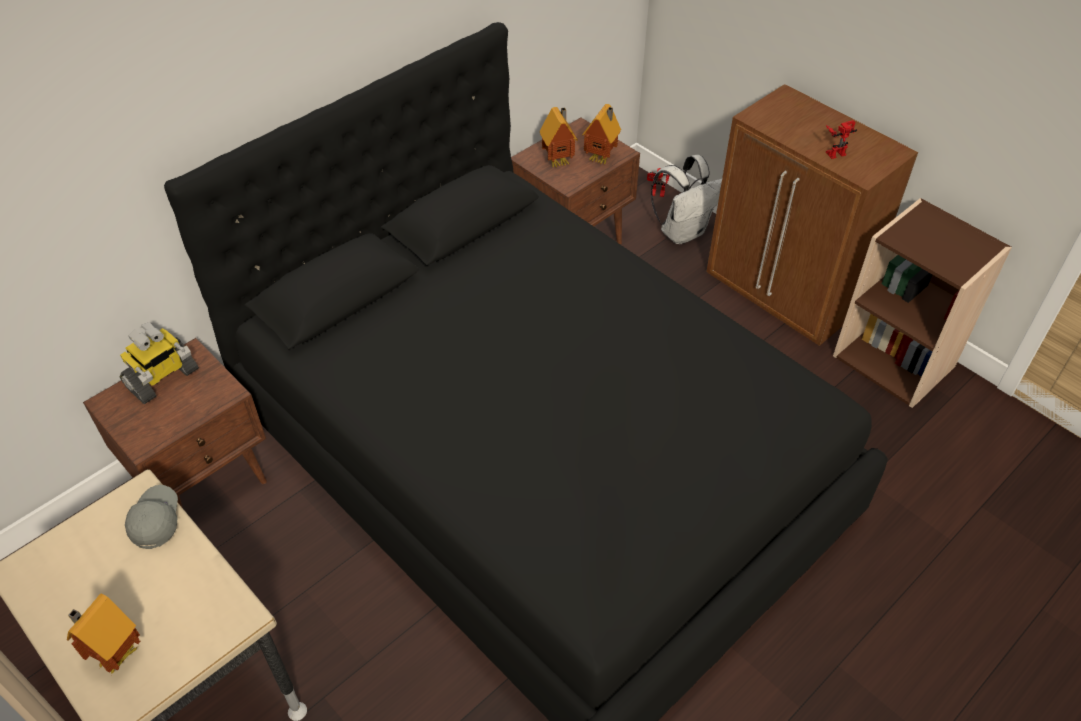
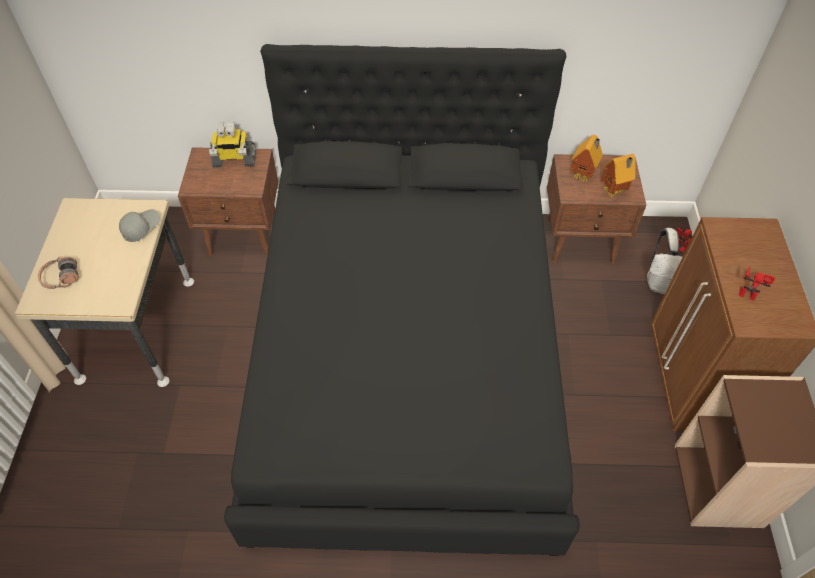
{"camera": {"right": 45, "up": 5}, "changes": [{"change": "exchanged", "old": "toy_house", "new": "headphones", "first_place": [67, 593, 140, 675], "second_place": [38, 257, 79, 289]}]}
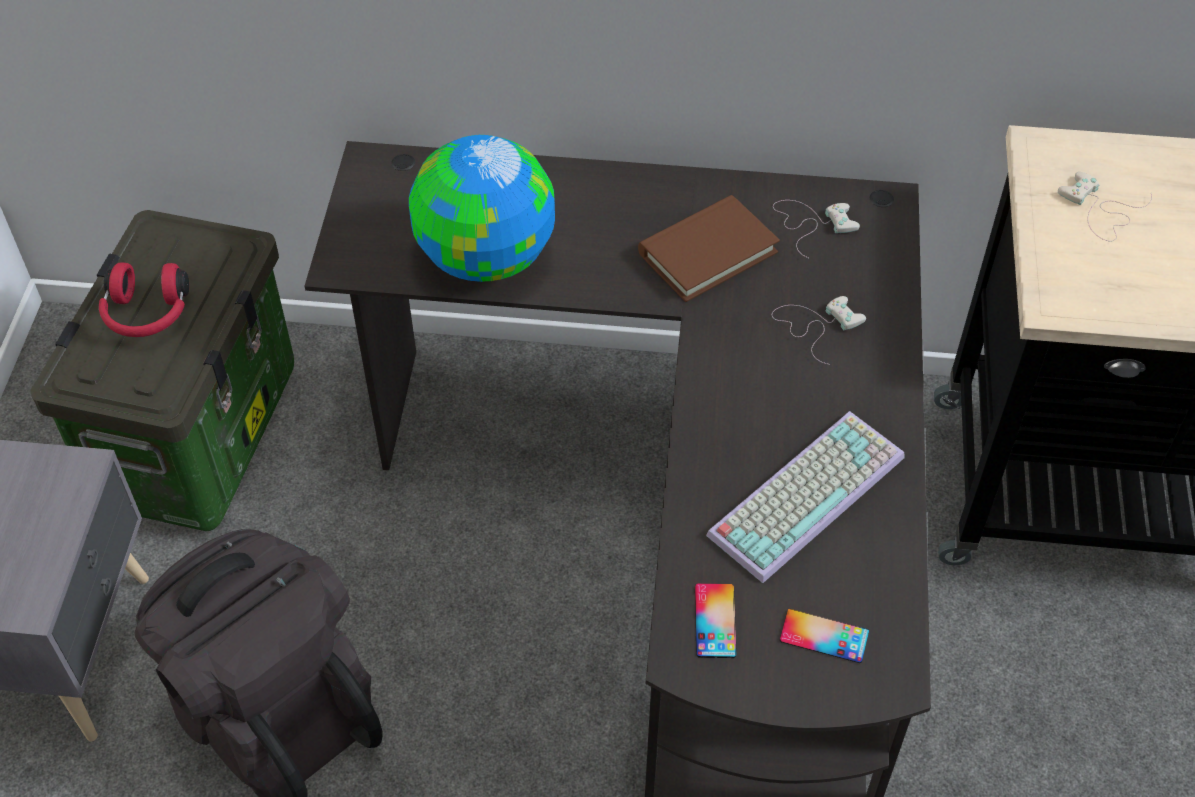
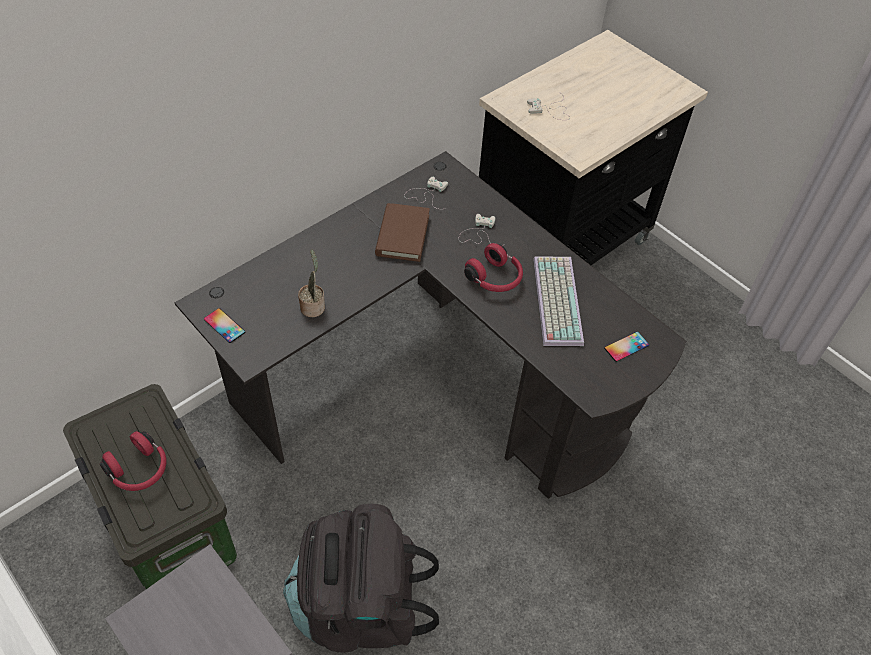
{"camera": {"right": -50, "up": 0}, "changes": [{"change": "relocated", "old": "phone", "first_place": [695, 583, 737, 658], "second_place": [204, 308, 245, 343]}, {"change": "exchanged", "old": "world_globe", "new": "potted_plant", "first_place": [409, 135, 555, 282], "second_place": [298, 249, 325, 317]}, {"change": "appeared", "new": "red_headphones", "second_place": [464, 243, 523, 292]}]}
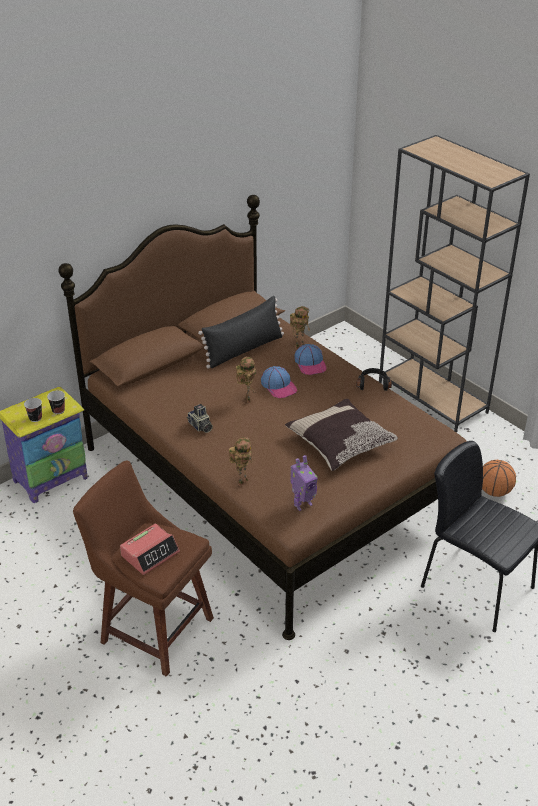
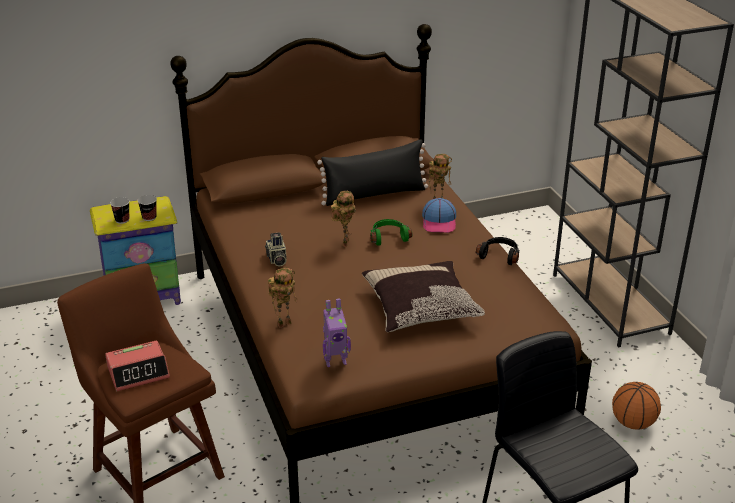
{"camera": {"right": 20, "up": -5}, "changes": [{"change": "exchanged", "old": "peaked_cap", "new": "greenish_headphones", "first_place": [261, 366, 297, 398], "second_place": [370, 219, 412, 246]}]}
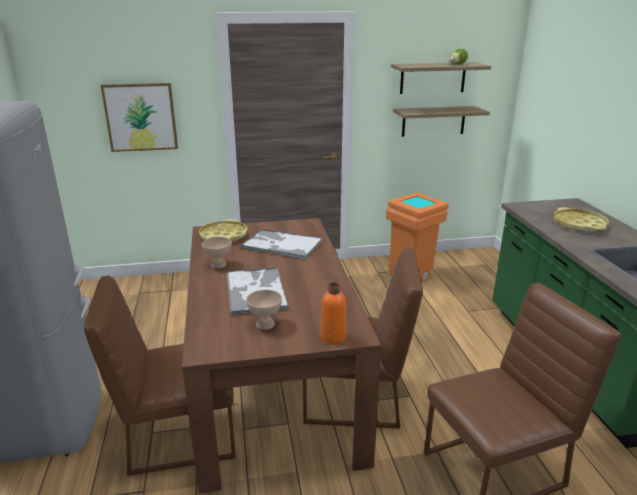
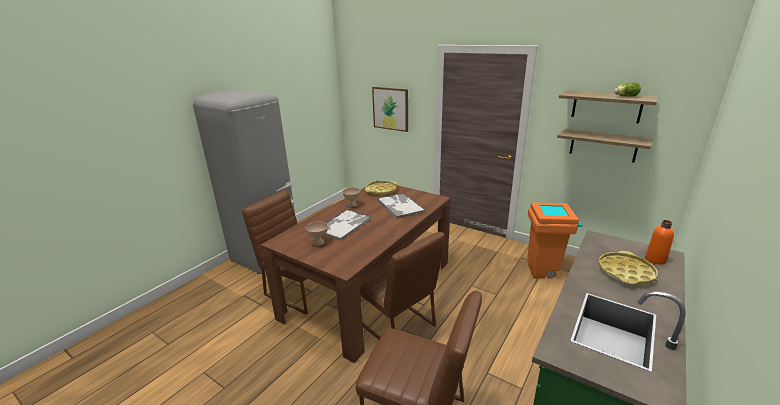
{"camera": {"right": 45, "up": 0}, "changes": [{"change": "relocated", "old": "orangey_drink_bottle", "first_place": [321, 282, 346, 344], "second_place": [645, 220, 674, 265]}]}
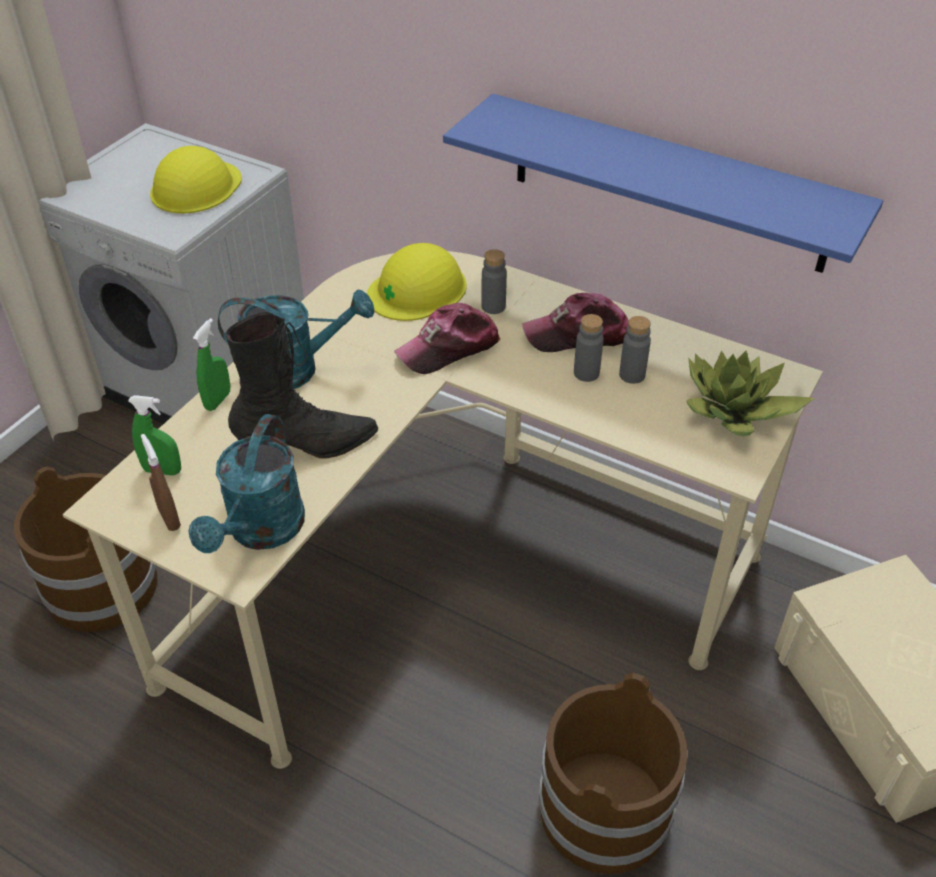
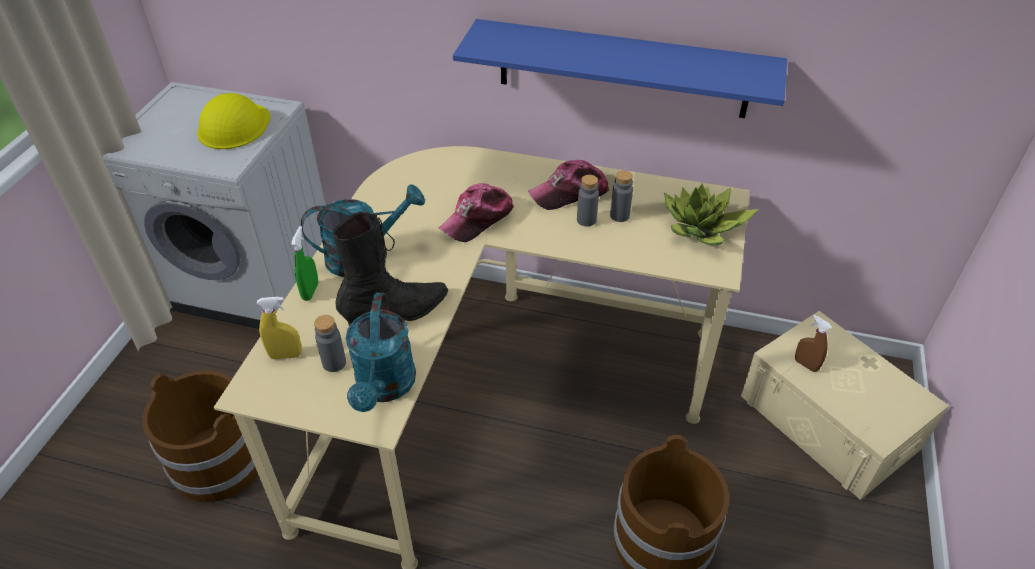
{"camera": {"right": -15, "up": 0}, "changes": [{"change": "colour", "old": "greenish_hand_sprayer", "new": "yellow_hand_sprayer", "first_place": [128, 395, 181, 475], "second_place": [257, 297, 302, 359]}, {"change": "relocated", "old": "greyish_drink_bottle", "first_place": [481, 249, 507, 314], "second_place": [314, 315, 346, 372]}, {"change": "relocated", "old": "brown-coloured_hand_sprayer", "first_place": [141, 434, 181, 531], "second_place": [795, 315, 832, 372]}, {"change": "missing", "old": "yellow_safety_helmet", "first_place": [367, 243, 467, 321]}]}
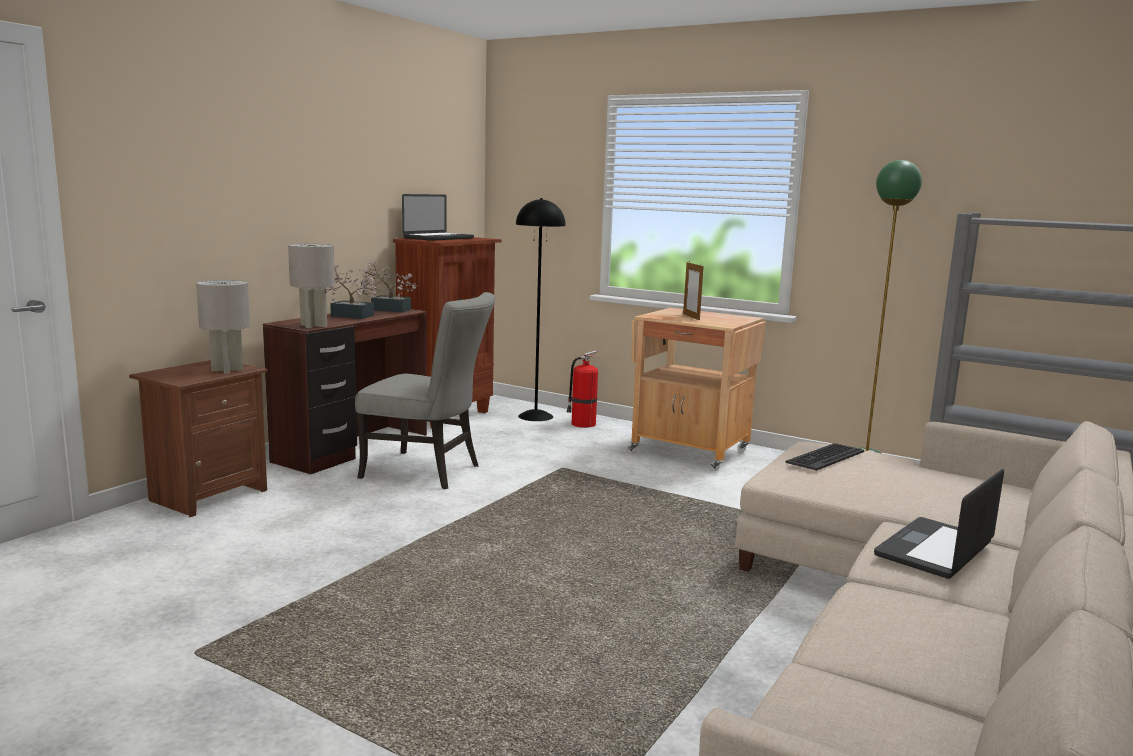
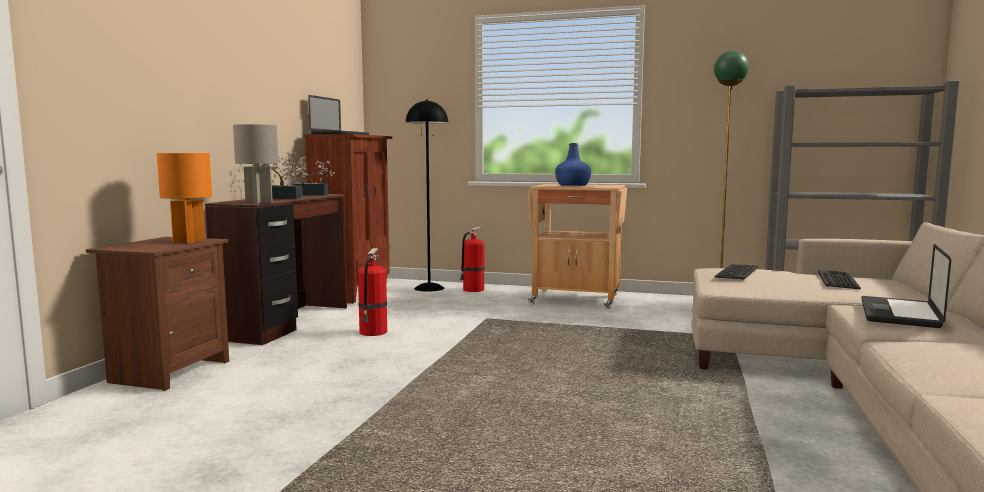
{"camera": {"right": -15, "up": -5}, "changes": [{"change": "colour", "old": "greyish_table_lamp", "new": "orangey_table_lamp", "first_place": [196, 280, 250, 374], "second_place": [157, 153, 212, 243]}, {"change": "exchanged", "old": "greyish_upright_chair", "new": "fire_extinguisher", "first_place": [355, 292, 496, 490], "second_place": [358, 248, 387, 336]}, {"change": "exchanged", "old": "picture_frame", "new": "blue-coloured_drink_bottle", "first_place": [683, 262, 704, 320], "second_place": [555, 143, 591, 186]}, {"change": "appeared", "new": "keyboard", "second_place": [818, 270, 861, 289]}]}
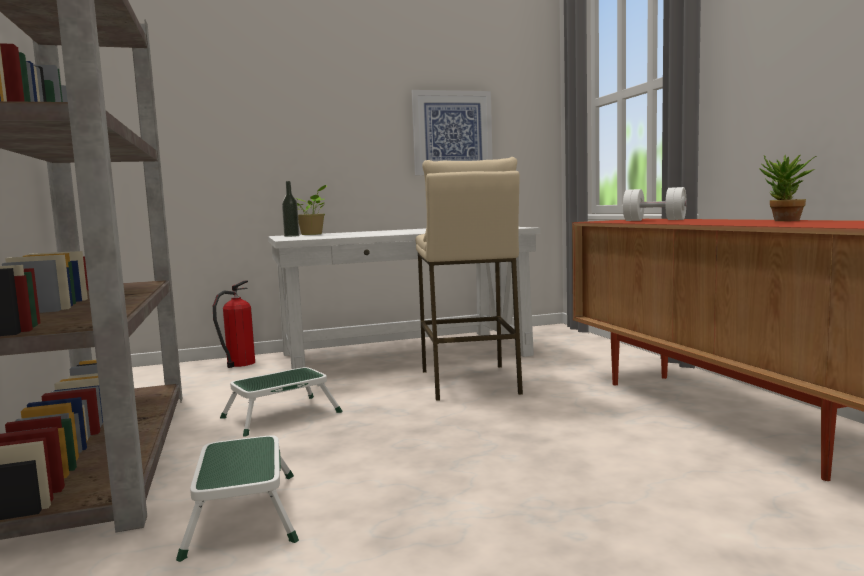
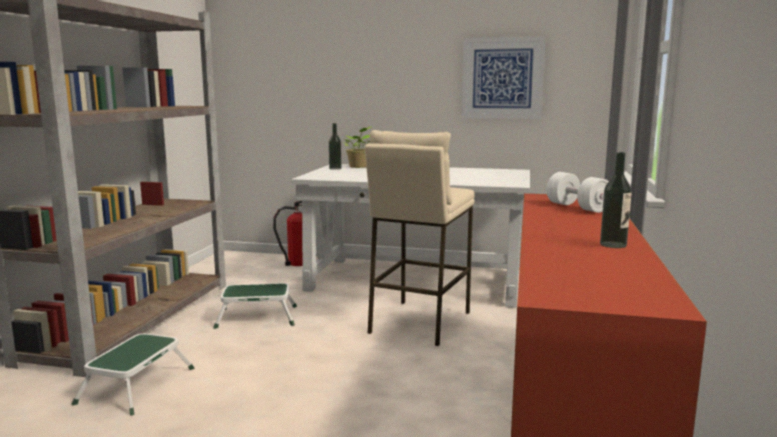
{"camera": {"right": 30, "up": 5}, "changes": [{"change": "exchanged", "old": "potted_plant", "new": "drink_bottle", "first_place": [759, 155, 817, 221], "second_place": [600, 152, 632, 248]}]}
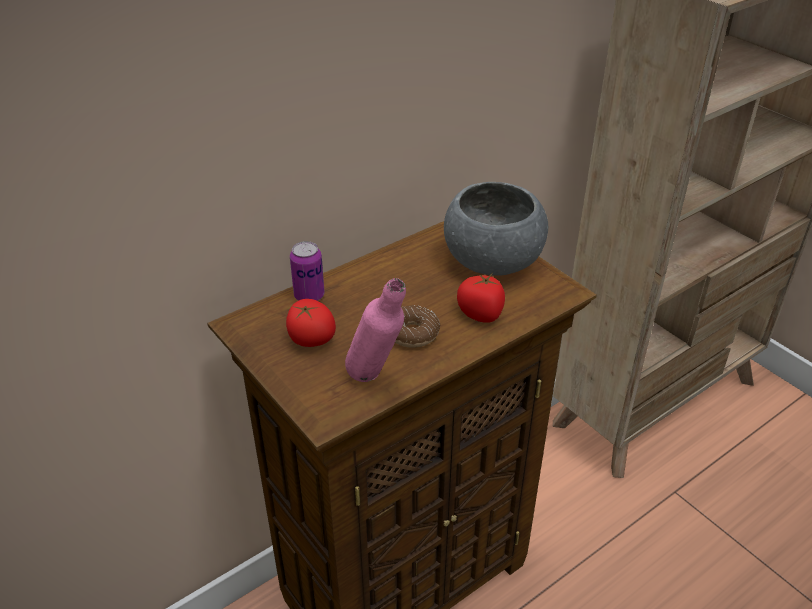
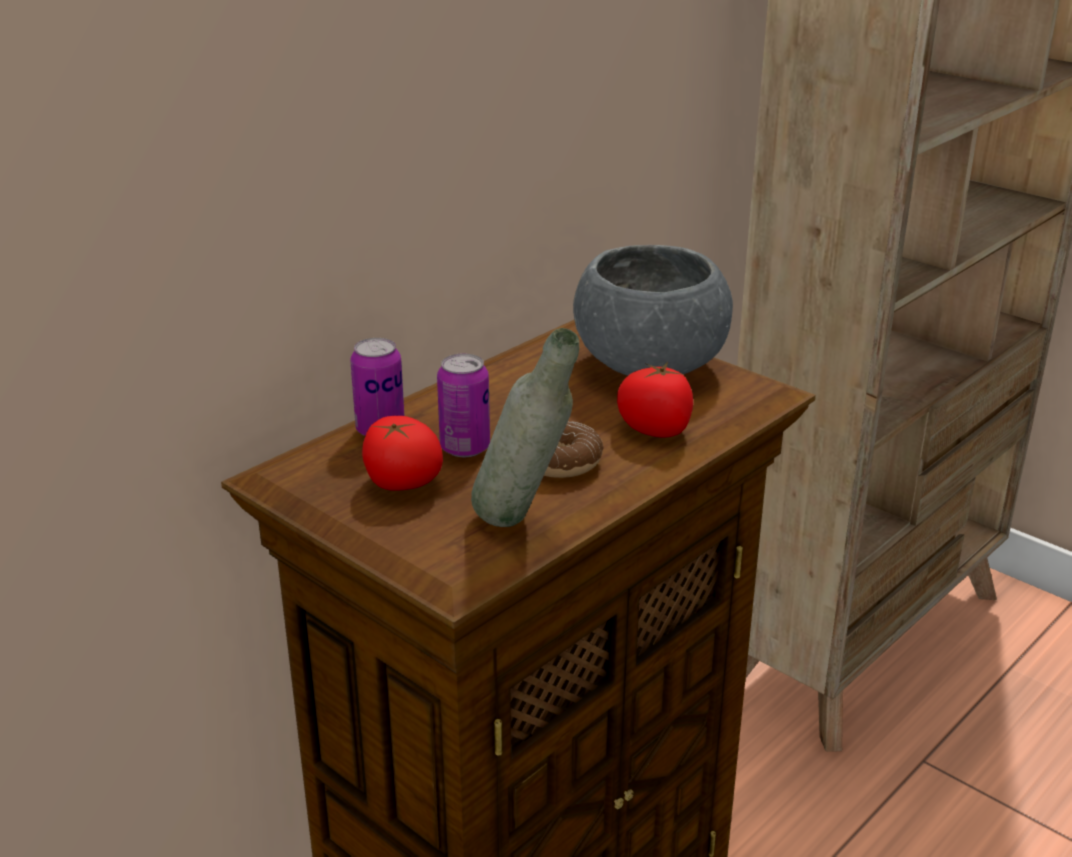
{"camera": {"right": -10, "up": -10}, "changes": [{"change": "appeared", "new": "metal_can", "second_place": [437, 353, 490, 457]}, {"change": "colour", "old": "pink-coloured_drink_bottle", "new": "greyish_drink_bottle", "first_place": [345, 278, 406, 382], "second_place": [471, 328, 579, 527]}]}
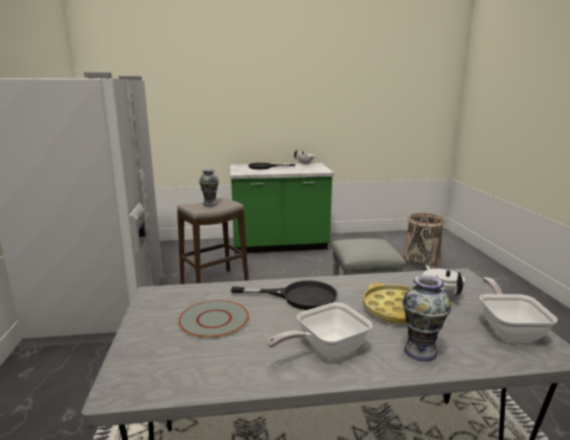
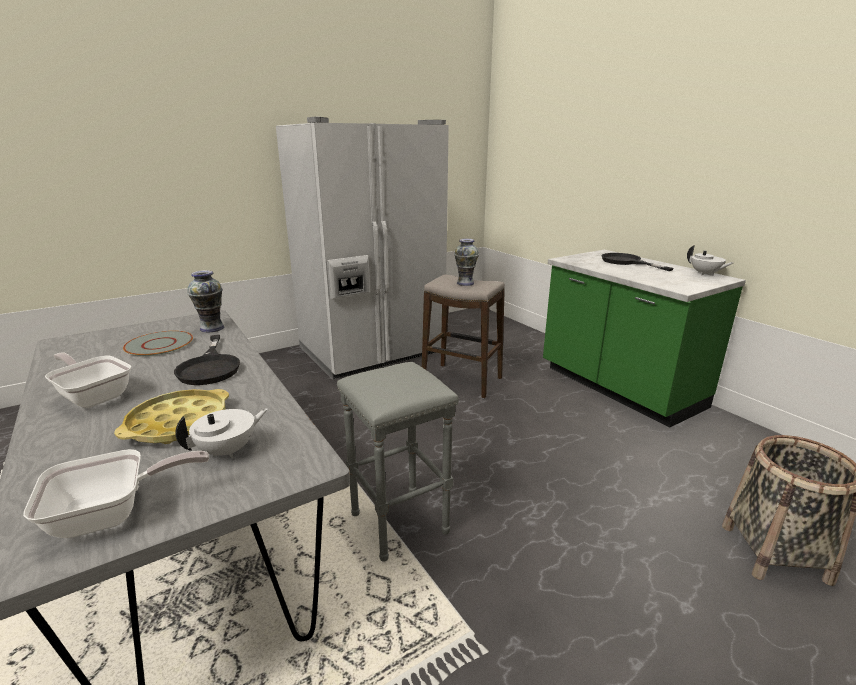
{"camera": {"right": 65, "up": 5}, "changes": [{"change": "relocated", "old": "flower_vase", "first_place": [402, 275, 451, 362], "second_place": [187, 270, 224, 333]}]}
